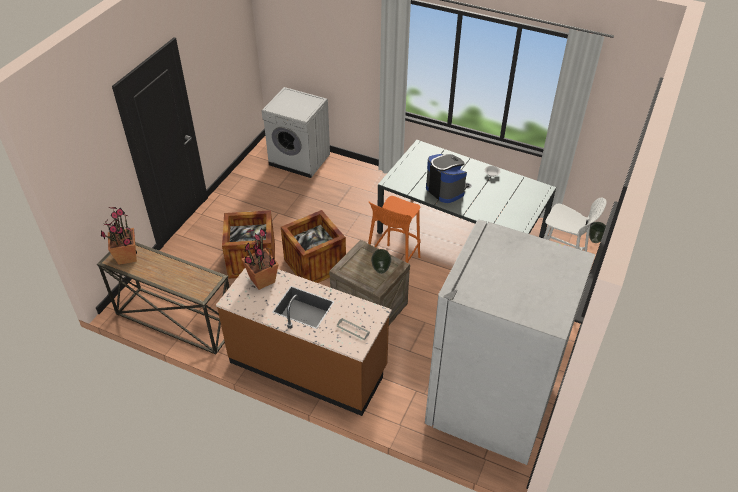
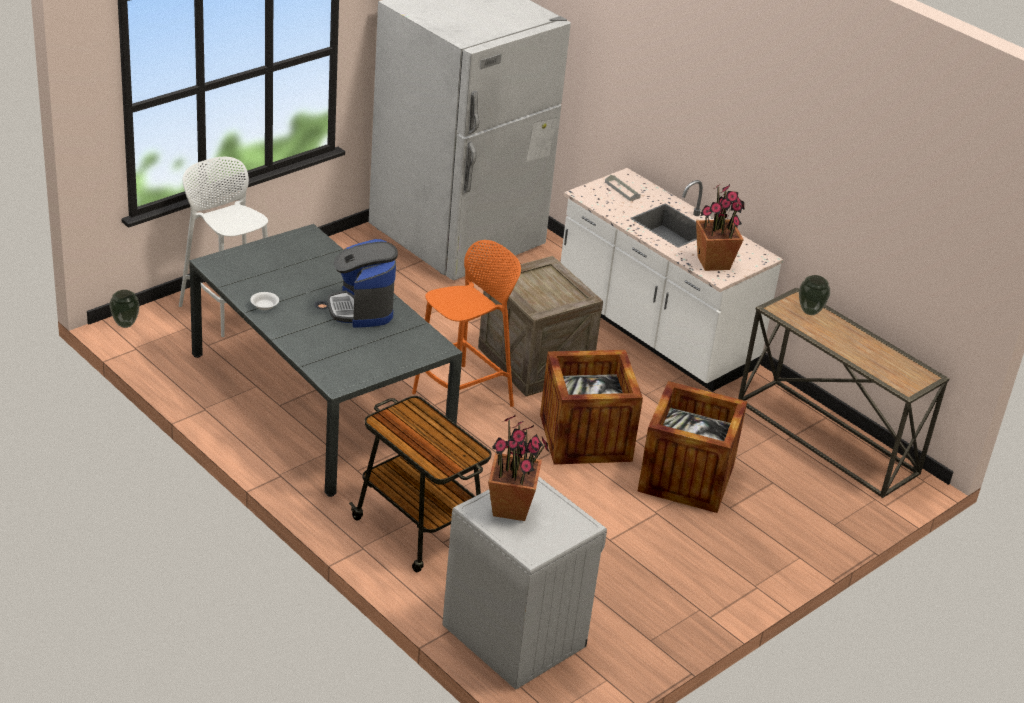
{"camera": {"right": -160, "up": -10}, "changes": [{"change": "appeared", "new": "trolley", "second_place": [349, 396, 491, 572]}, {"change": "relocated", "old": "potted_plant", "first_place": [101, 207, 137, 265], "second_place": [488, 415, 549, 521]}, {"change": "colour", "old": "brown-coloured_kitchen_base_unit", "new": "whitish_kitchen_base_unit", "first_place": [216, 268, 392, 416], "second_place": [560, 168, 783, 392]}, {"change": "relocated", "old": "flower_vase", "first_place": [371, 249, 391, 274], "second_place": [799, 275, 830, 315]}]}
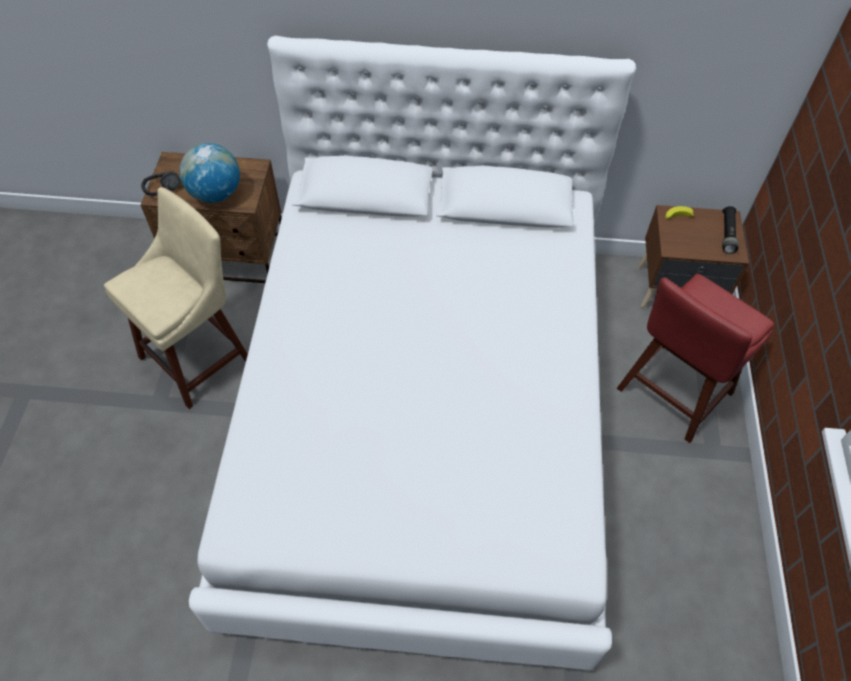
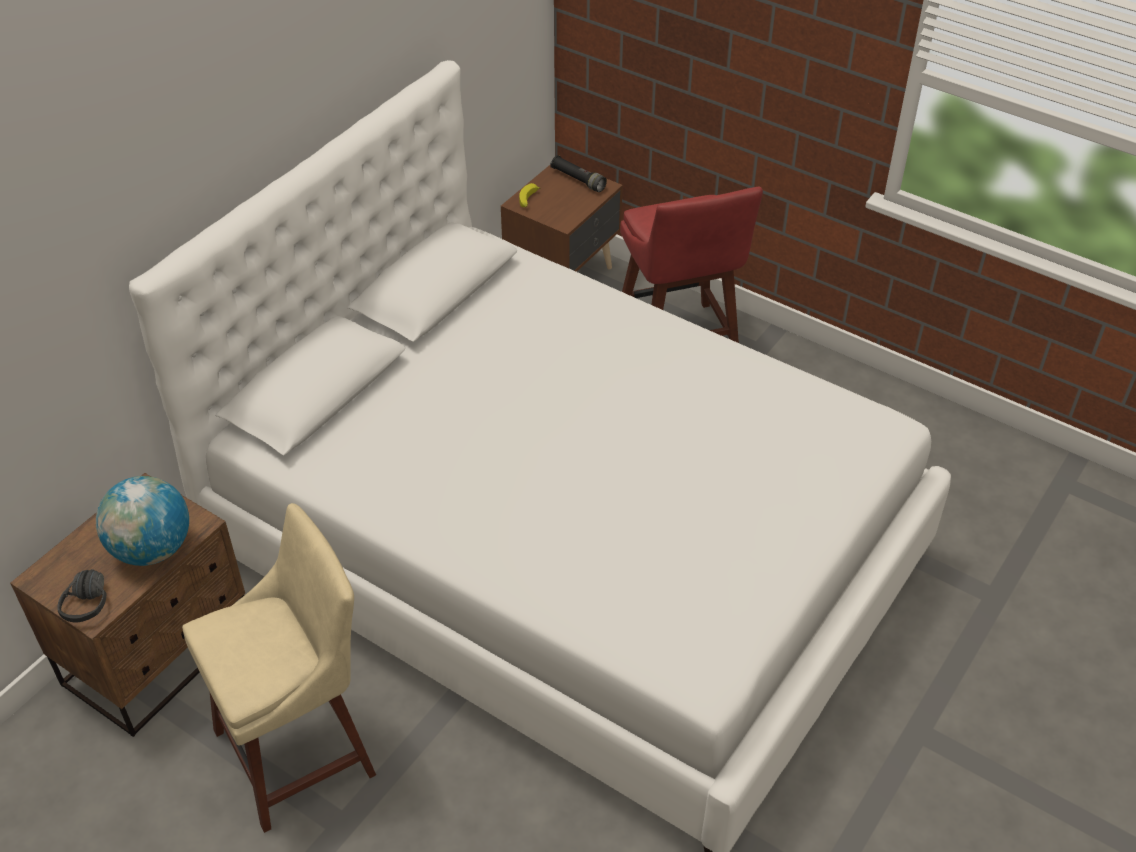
{"camera": {"right": -60, "up": -10}, "changes": [{"change": "spun", "old": "sand-coloured_upright_chair", "first_place": [104, 187, 248, 409], "second_place": [182, 503, 376, 833], "degrees": 75}]}
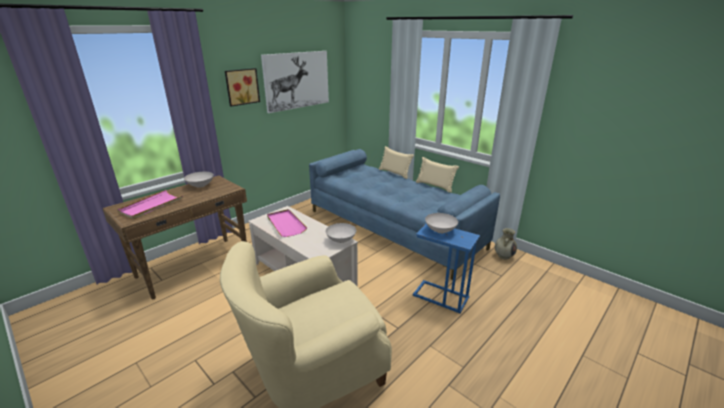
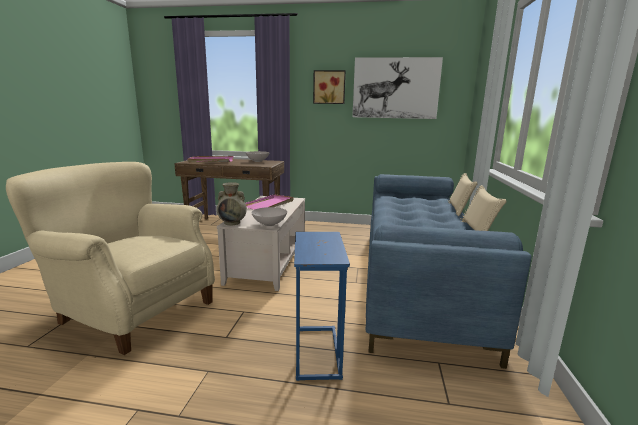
{"camera": {"right": 55, "up": -10}, "changes": [{"change": "relocated", "old": "sand-coloured_flower_vase", "first_place": [495, 228, 517, 259], "second_place": [217, 182, 247, 225]}, {"change": "missing", "old": "whitish_serving_bowl", "first_place": [425, 213, 458, 233]}]}
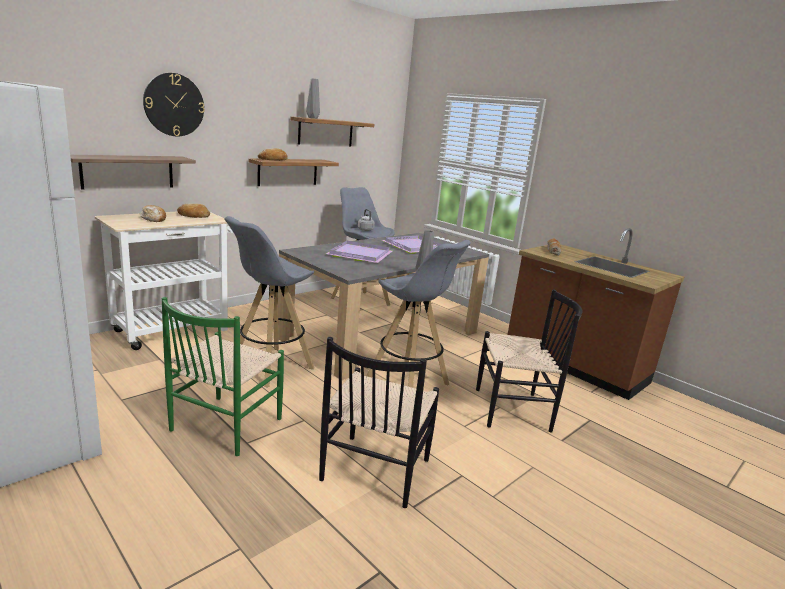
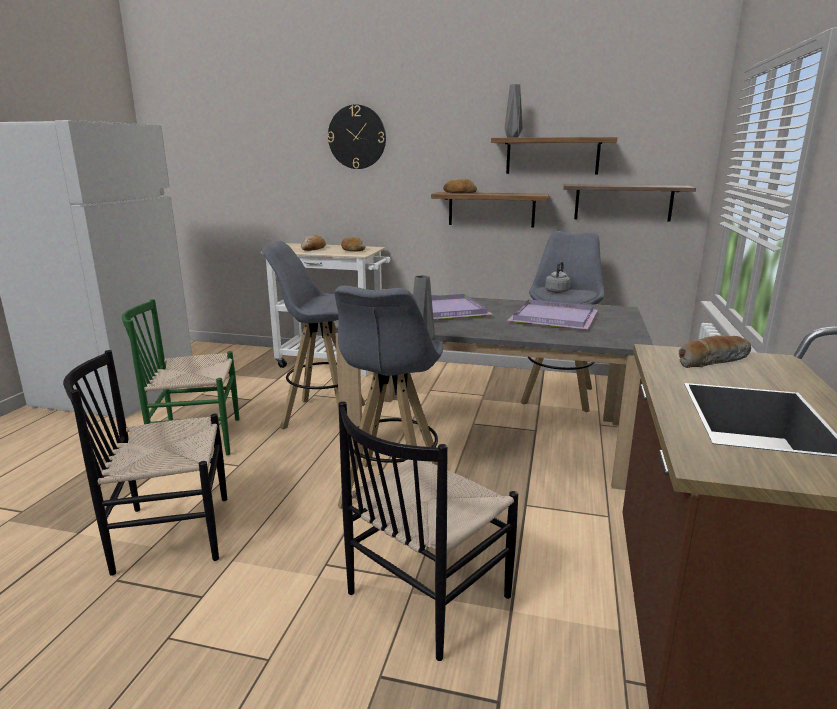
{"camera": {"right": 60, "up": 0}, "changes": [{"change": "spun", "old": "black_upright_chair", "first_place": [476, 289, 583, 433], "second_place": [339, 401, 518, 661], "degrees": 75}, {"change": "relocated", "old": "bracket_shelf", "first_place": [70, 155, 196, 190], "second_place": [563, 184, 696, 222]}]}
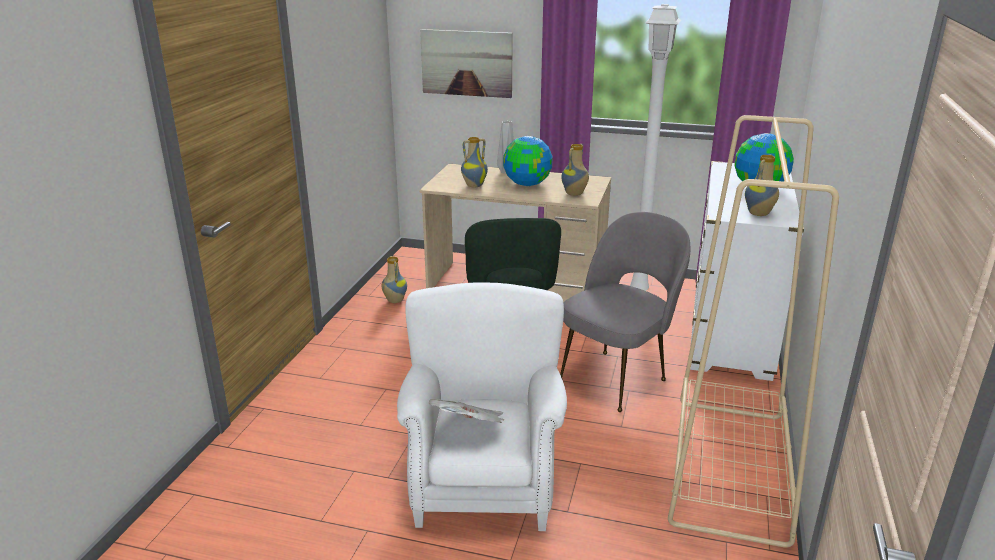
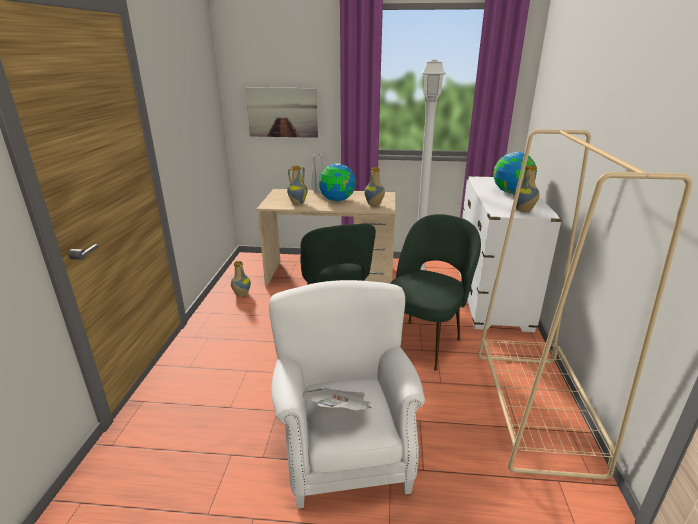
{"camera": {"right": -10, "up": 0}, "changes": [{"change": "colour", "old": "greyish_upright_chair", "new": "greenish_upright_chair", "first_place": [560, 212, 690, 412], "second_place": [389, 214, 481, 370]}]}
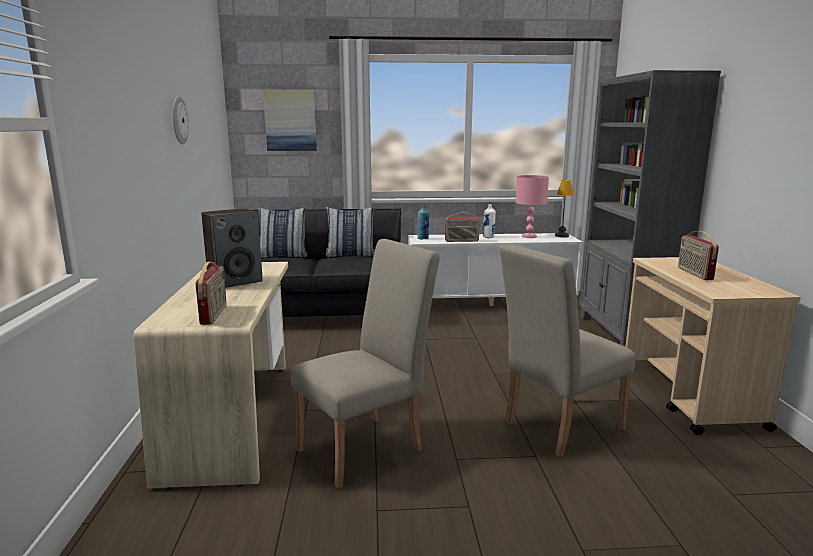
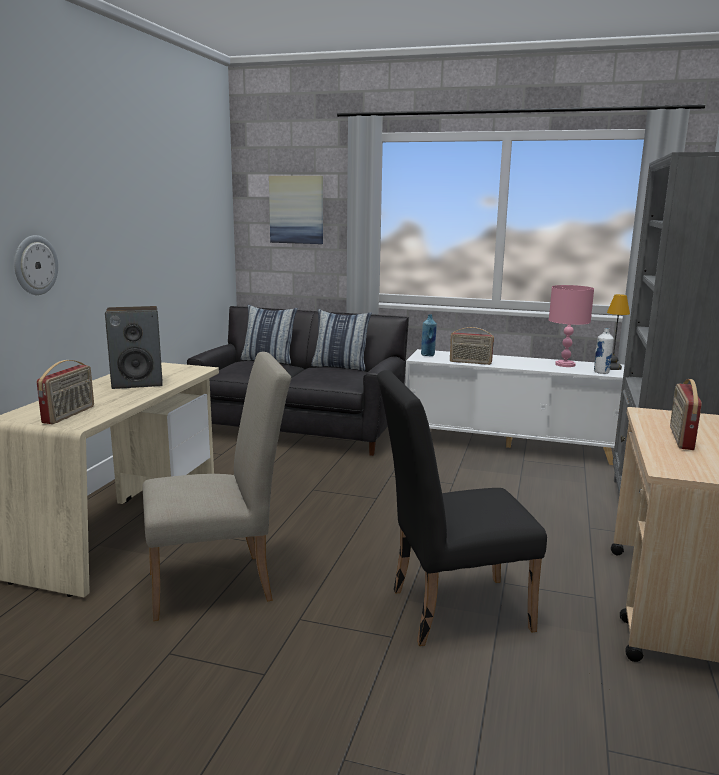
{"camera": {"right": 20, "up": 0}, "changes": [{"change": "relocated", "old": "hanging_clock", "first_place": [172, 97, 189, 144], "second_place": [14, 235, 58, 295]}, {"change": "colour", "old": "sand-coloured_upright_chair", "new": "black_upright_chair", "first_place": [499, 243, 635, 458], "second_place": [377, 370, 547, 646]}, {"change": "relocated", "old": "whitish_drink_bottle", "first_place": [483, 204, 496, 238], "second_place": [594, 328, 614, 374]}]}
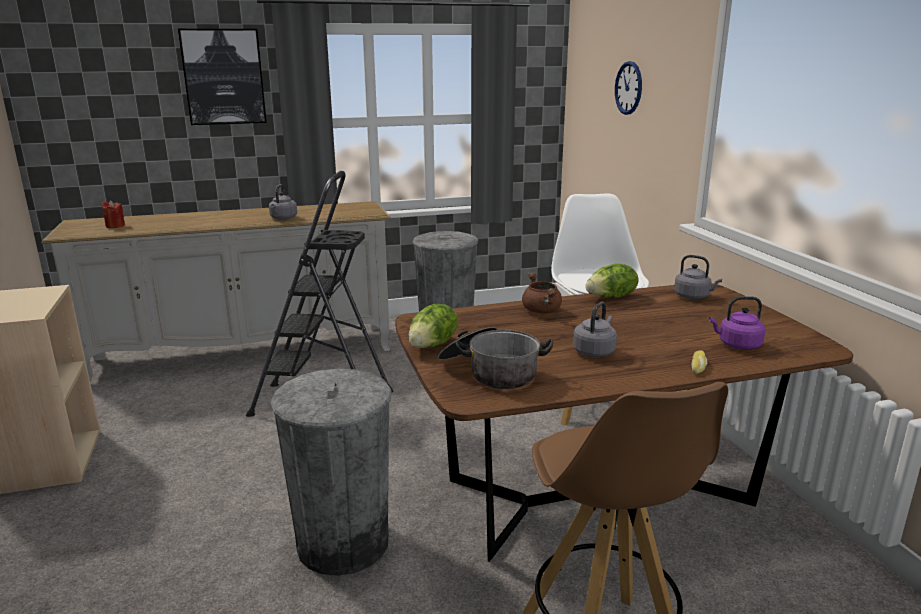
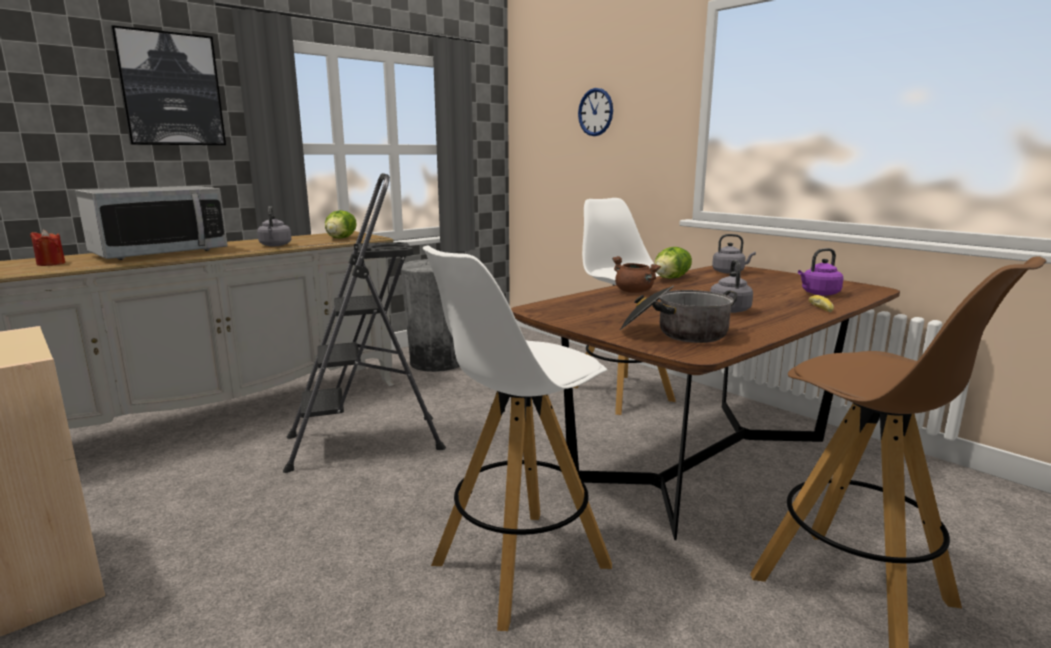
{"camera": {"right": -25, "up": -5}, "changes": [{"change": "appeared", "new": "kitchen_microwave", "second_place": [76, 186, 228, 260]}, {"change": "relocated", "old": "lettuce_head", "first_place": [408, 304, 458, 348], "second_place": [325, 210, 357, 238]}, {"change": "exchanged", "old": "greyish_waste_bin", "new": "whitish_stool_seat", "first_place": [271, 369, 391, 576], "second_place": [423, 246, 612, 631]}]}
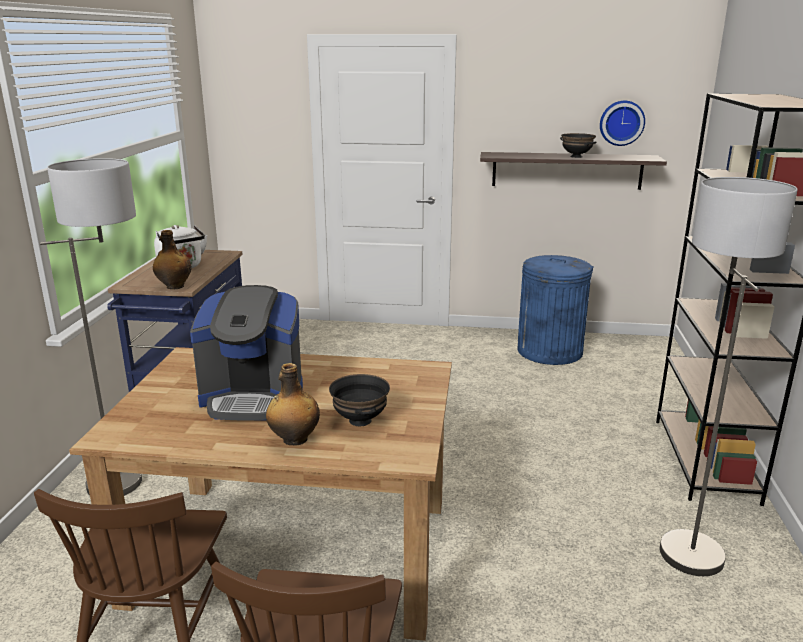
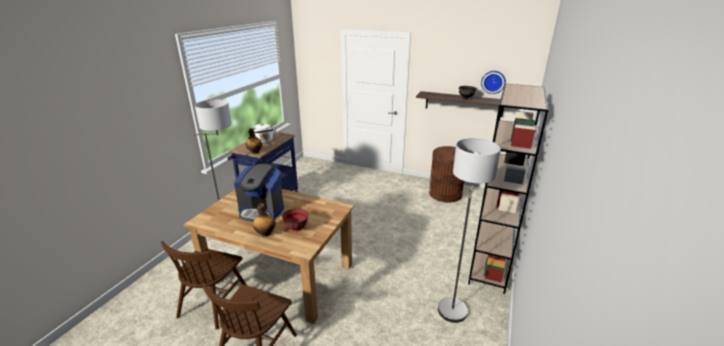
{"camera": {"right": 15, "up": 5}, "changes": [{"change": "colour", "old": "black_serving_bowl", "new": "red_serving_bowl", "first_place": [329, 374, 390, 426], "second_place": [282, 209, 309, 232]}, {"change": "colour", "old": "blue-coloured_waste_bin", "new": "brown-coloured_waste_bin", "first_place": [518, 255, 594, 365], "second_place": [429, 146, 464, 203]}]}
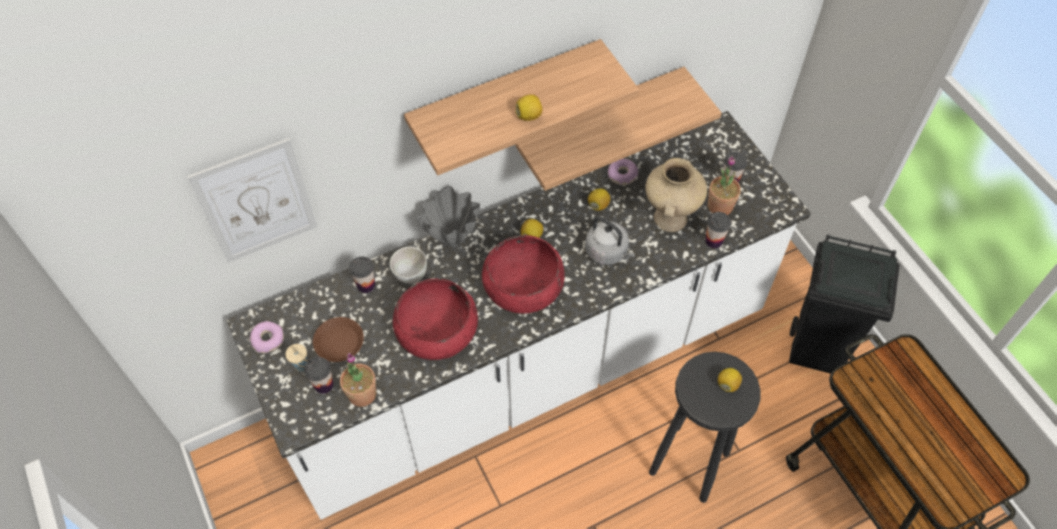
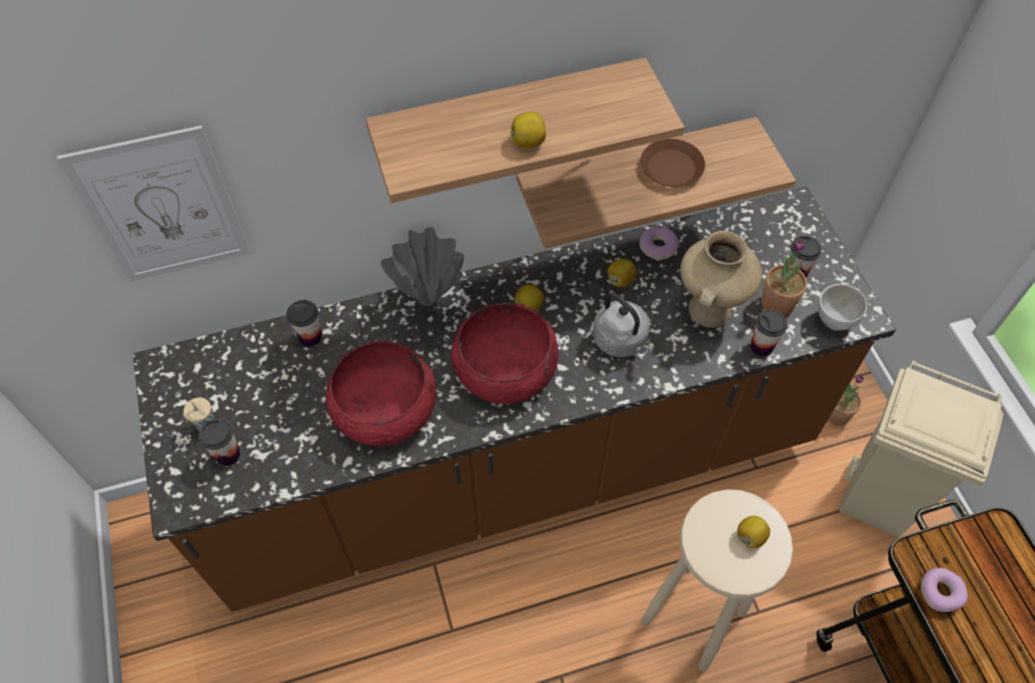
{"camera": {"right": 10, "up": 0}, "changes": [{"change": "colour", "old": "whitish_kitchen_base_unit", "new": "brown-coloured_kitchen_base_unit", "first_place": [226, 111, 811, 520], "second_place": [133, 187, 896, 612]}, {"change": "relocated", "old": "brown-coloured_dinner_plate", "first_place": [313, 317, 364, 362], "second_place": [641, 139, 705, 187]}, {"change": "colour", "old": "black_stool_seat", "new": "sand-coloured_stool_seat", "first_place": [649, 352, 761, 503], "second_place": [641, 489, 793, 671]}, {"change": "relocated", "old": "whitish_serving_bowl", "first_place": [390, 247, 427, 284], "second_place": [818, 284, 867, 331]}, {"change": "relocated", "old": "potted_plant", "first_place": [340, 353, 376, 407], "second_place": [828, 374, 864, 425]}, {"change": "colour", "old": "black_waste_bin", "new": "sand-coloured_waste_bin", "first_place": [789, 234, 900, 374], "second_place": [839, 360, 1004, 537]}, {"change": "relocated", "old": "ring_doughnut", "first_place": [250, 321, 284, 353], "second_place": [921, 568, 968, 612]}]}
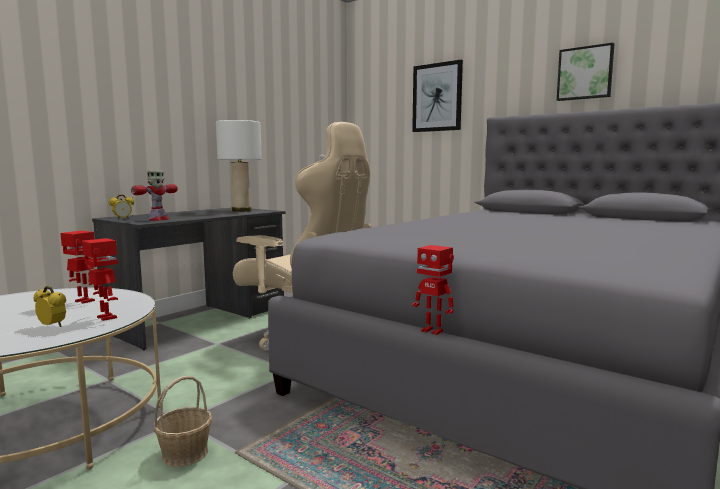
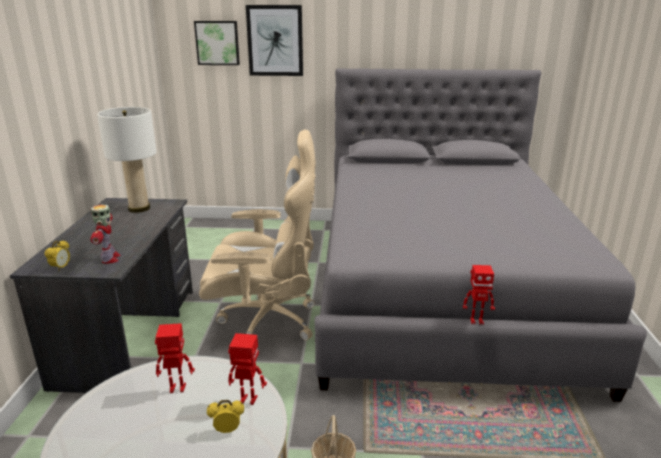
{"camera": {"right": -35, "up": 15}, "changes": [{"change": "relocated", "old": "wall_picture", "first_place": [557, 43, 614, 101], "second_place": [194, 21, 240, 65]}]}
